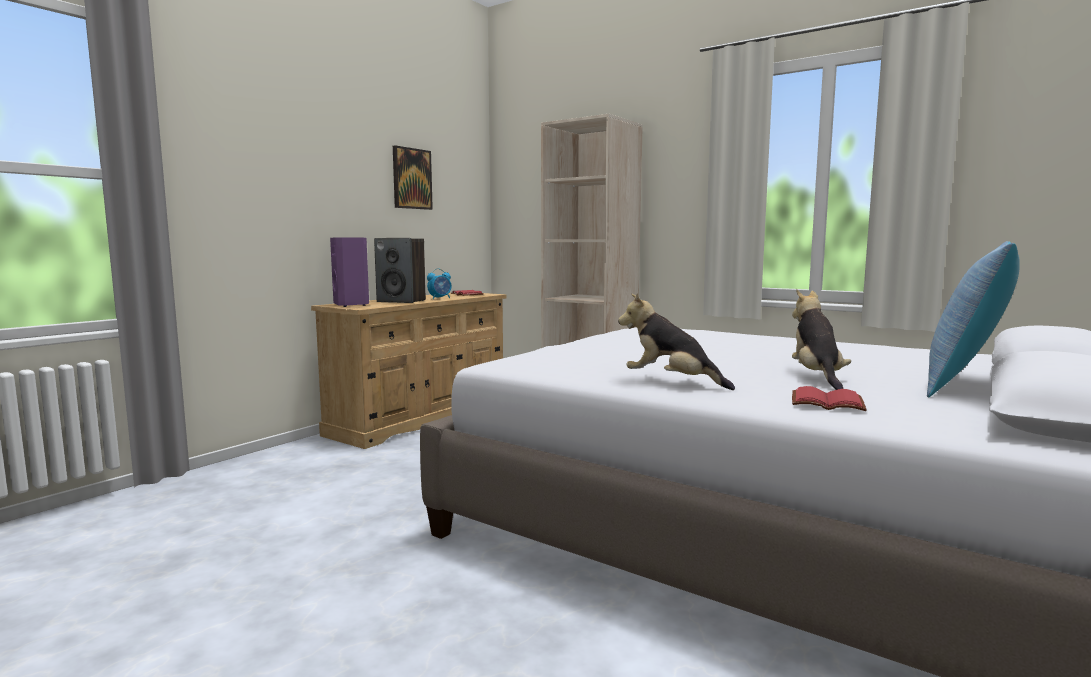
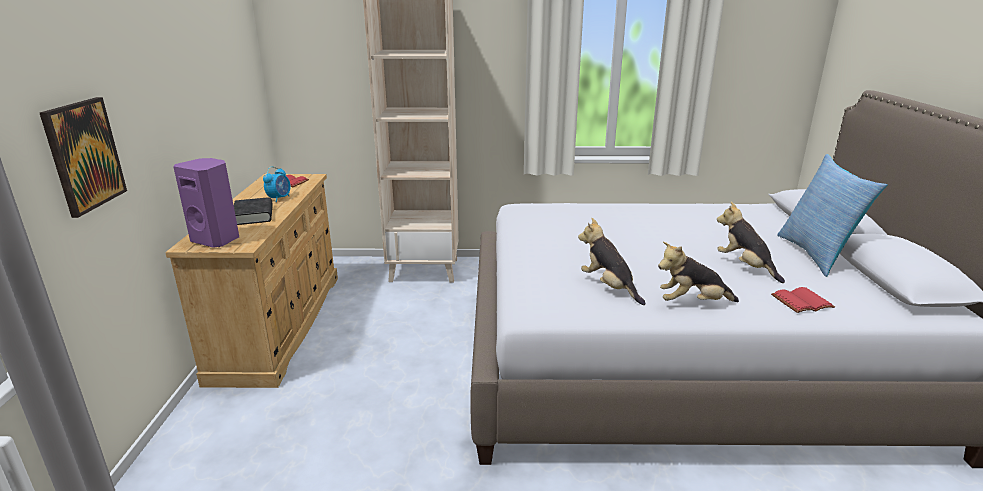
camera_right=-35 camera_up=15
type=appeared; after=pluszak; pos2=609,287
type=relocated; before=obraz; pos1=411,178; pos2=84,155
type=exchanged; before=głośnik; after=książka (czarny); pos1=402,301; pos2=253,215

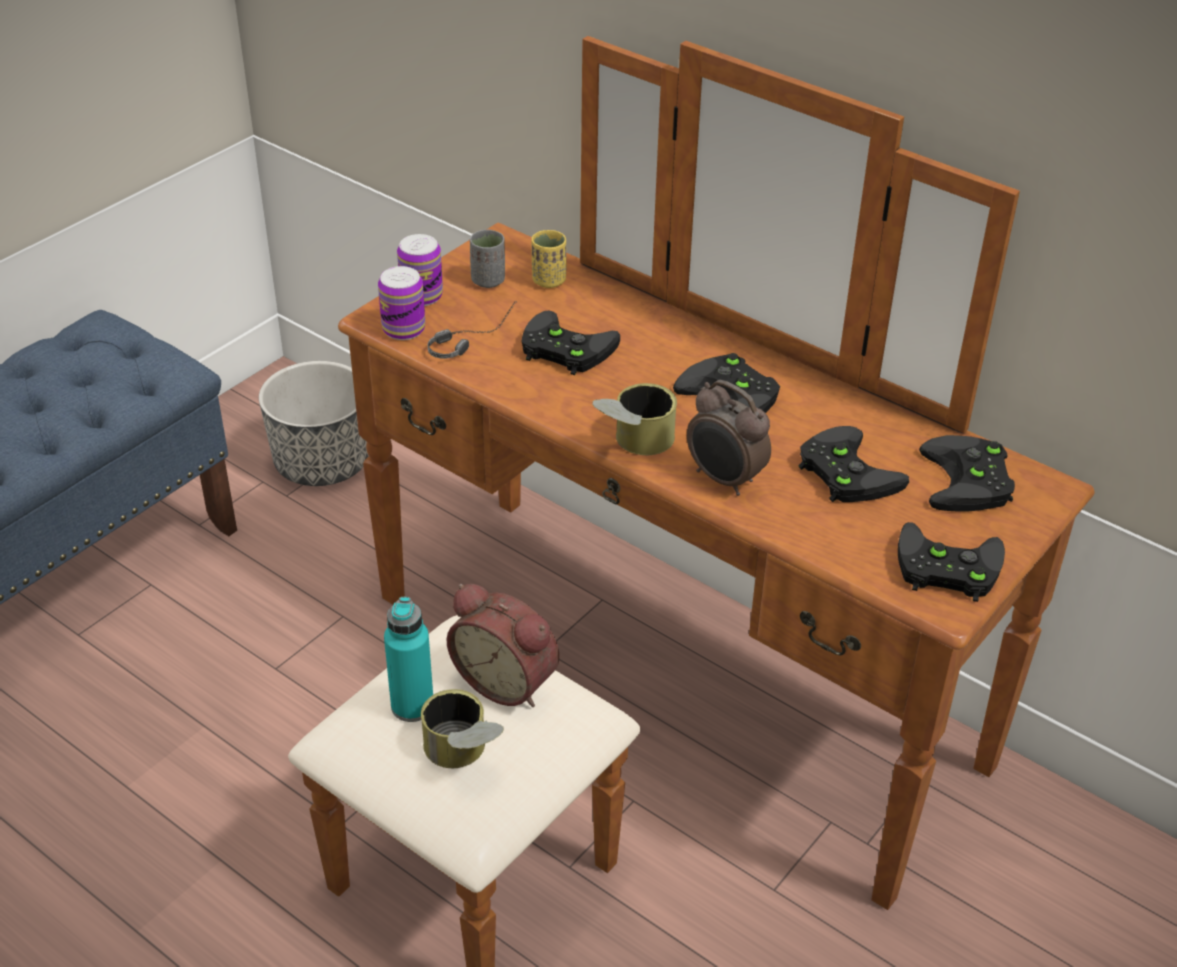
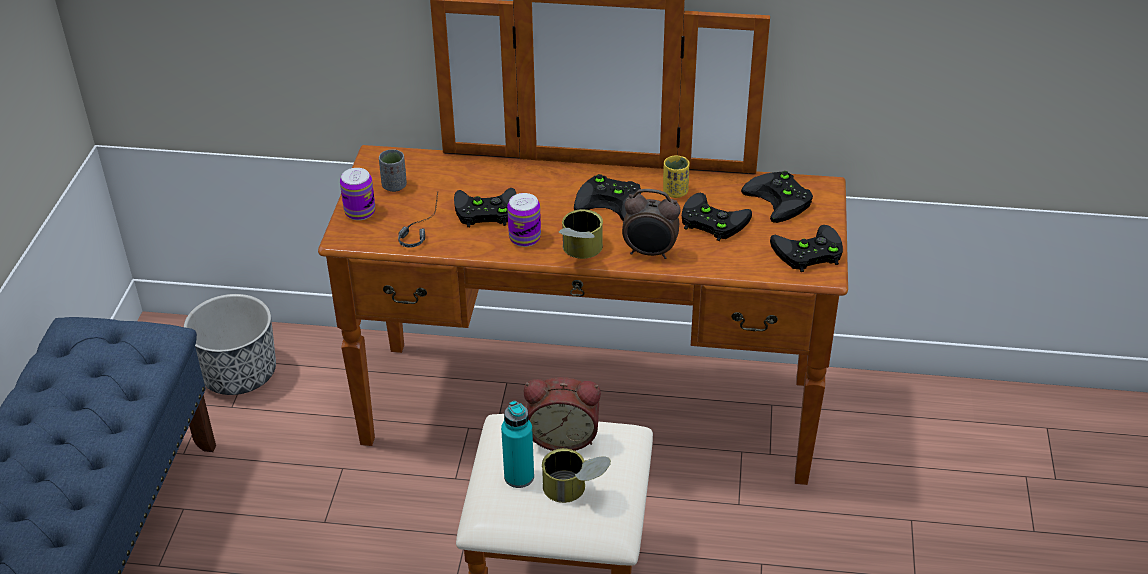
camera_right=-30 camera_up=0
type=relocated; before=puszka; pos1=403,329; pos2=525,238
type=relocated; before=filiżanka (żółty); pos1=549,281; pos2=675,192

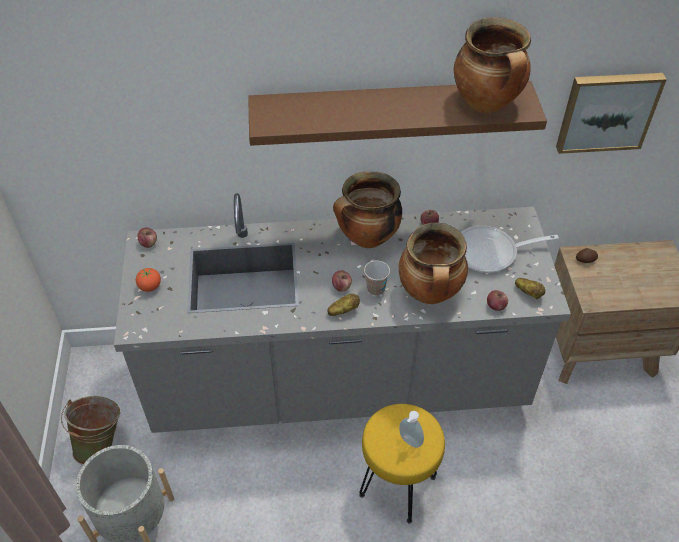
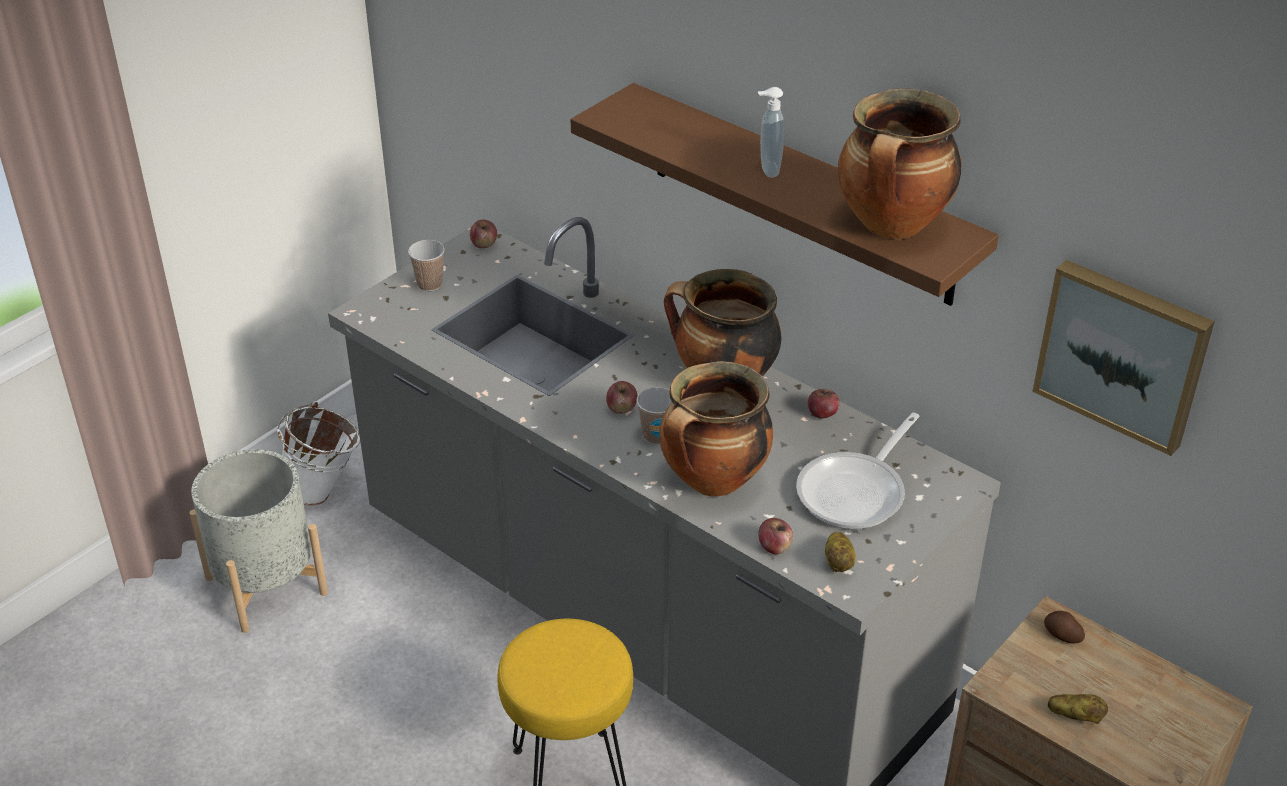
camera_right=45 camera_up=-10
type=relocated; before=ziemniak; pos1=343,310; pos2=1075,716
type=relocated; before=dozownik mydła; pos1=409,442; pos2=767,170
type=exchanged; before=pomidor; after=filiżanka; pos1=150,287; pos2=430,284
type=colour; before=wiadro (zielony); after=wiadro (biały); pos1=102,444; pos2=324,491
type=spun; before=patelnia; pos1=491,253; pos2=856,492; turn=-90

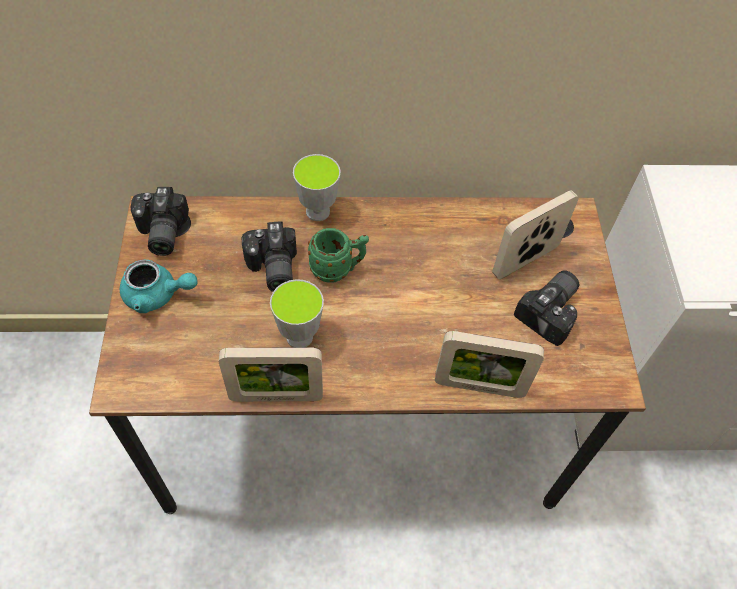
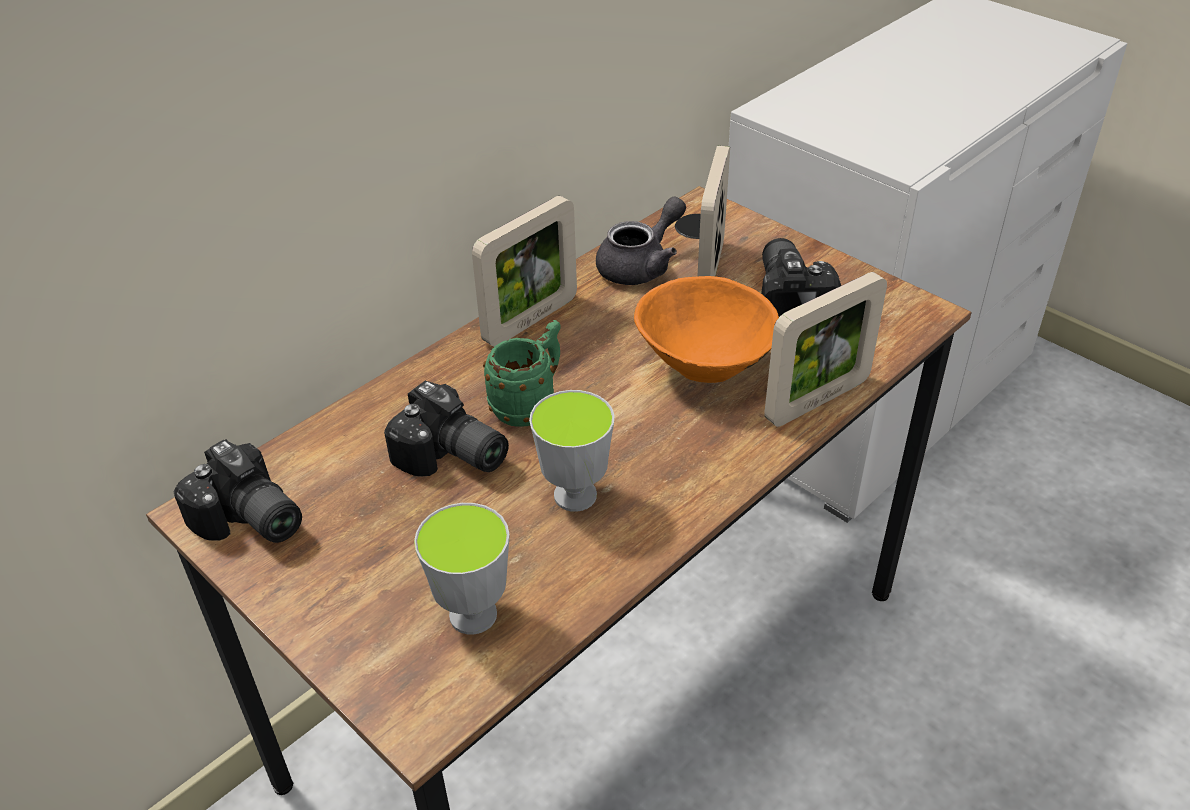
camera_right=-40 camera_up=-15
type=missing; before=imbryk (turkusowy); pos1=157,295
type=appeared; after=imbryk (szary); pos2=641,265
type=appeared; after=miska (pomarańczowy); pos2=703,365
type=relocated; before=ramka na zdjęcie; pos1=276,396; pos2=530,320
type=relocated; before=filiżanka; pos1=317,211; pos2=473,615

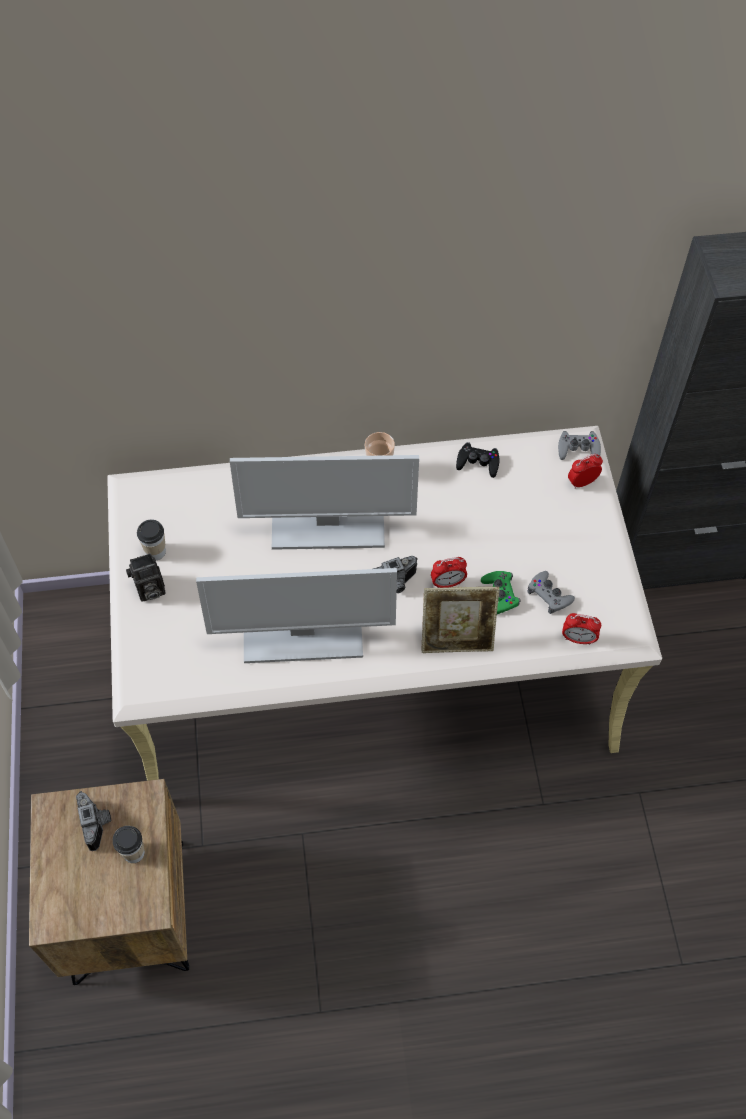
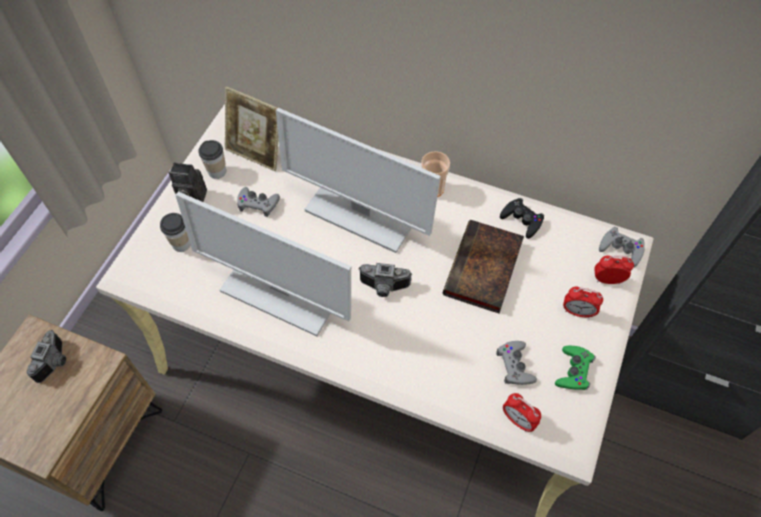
camera_right=30 camera_up=0
type=appeared; after=pad do gier (szary); pos2=258,204
type=appeared; after=książka; pos2=483,271
type=relocated; before=filiżanka; pos1=133,852; pos2=181,243
type=relocated; before=ramka na zdjęcie; pos1=457,639; pos2=256,152
type=relocated; before=budzik; pos1=447,583; pos2=577,312
type=relocated; before=pad do gier (zielony); pos1=500,595; pos2=574,370

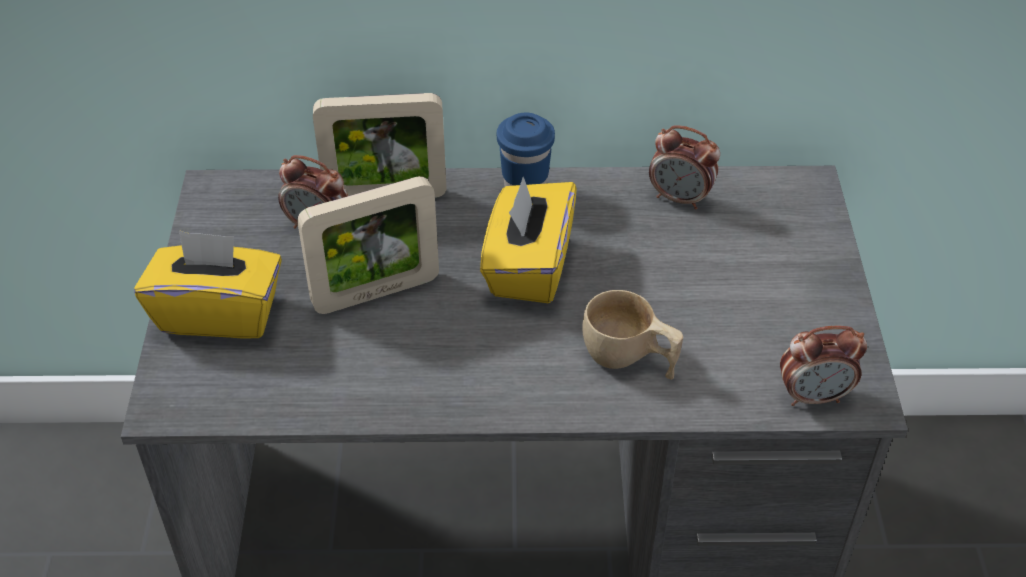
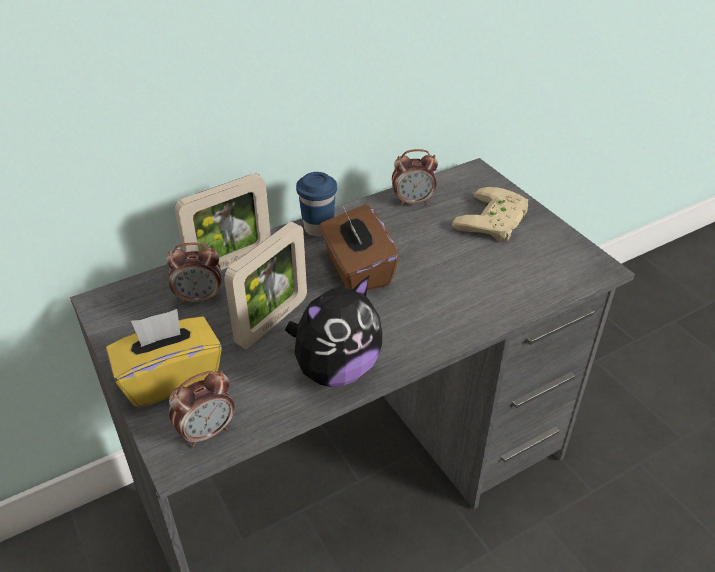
camera_right=-30 camera_up=-5
type=missing; before=filiżanka (beżowy); pos1=629,359
type=appeared; after=pluszak; pos2=336,370
type=appeared; after=pad do gier (beżowy); pos2=496,221
type=relocated; before=budzik; pos1=813,396; pos2=207,432
type=colour; before=pudełko chusteczek (żółty); after=pudełko chusteczek (brązowy); pos1=528,266; pos2=357,270

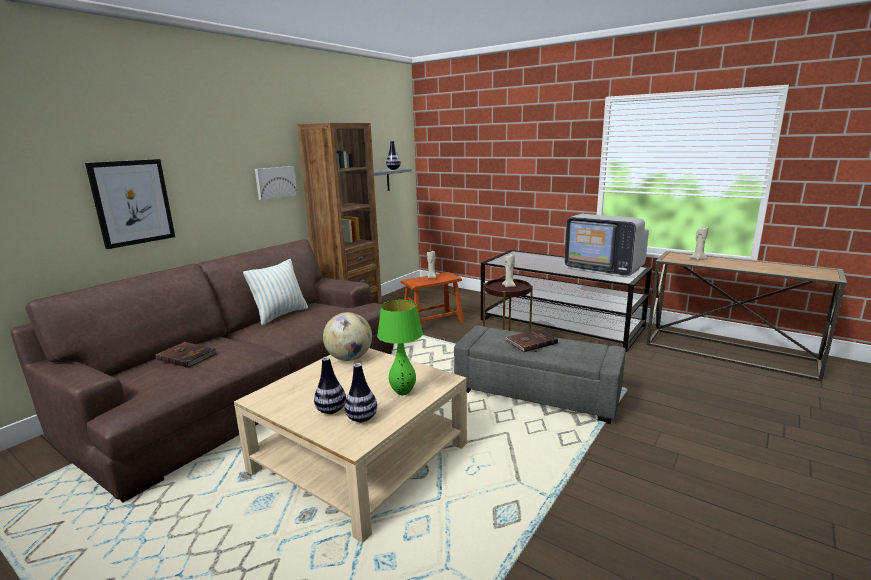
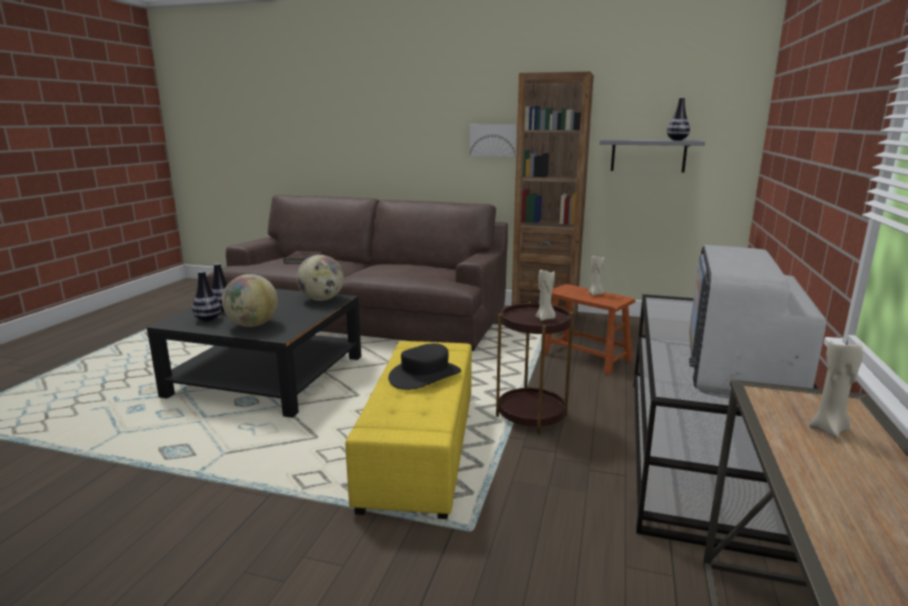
camera_right=70 camera_up=0
type=missing; before=obraz; pos1=132,202
type=missing; before=poduszka; pos1=280,315
type=exchanged; before=lampa stołowa (zielony); after=globus; pos1=403,392; pos2=252,325
type=exchanged; before=książka (brązowy); after=kapelusz (czarny); pos1=530,342; pos2=425,375
type=colour; before=ława (beżowy); after=ława (czarny); pos1=360,457; pos2=268,376
type=colour; before=pufa (szary); after=pufa (żółty); pos1=536,393; pos2=421,449

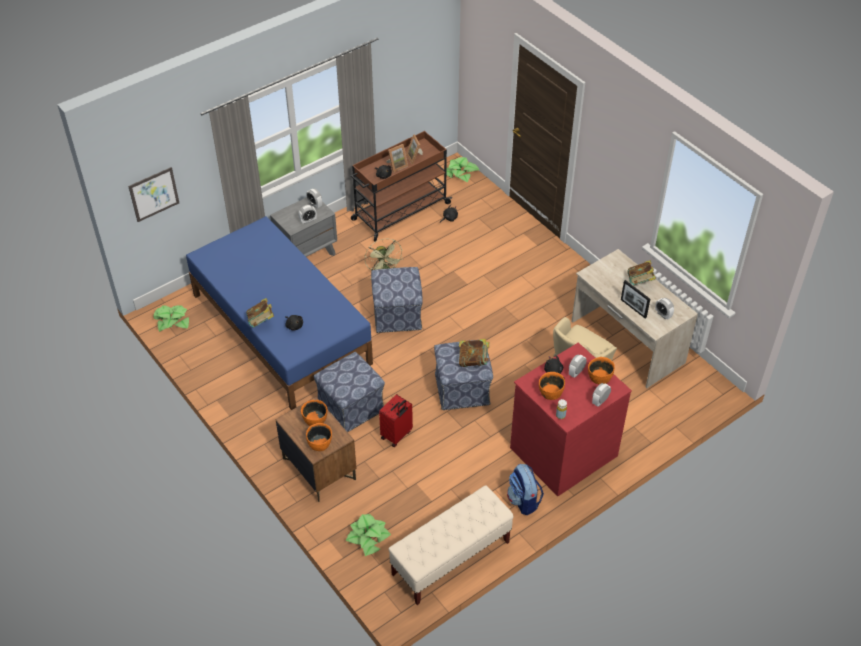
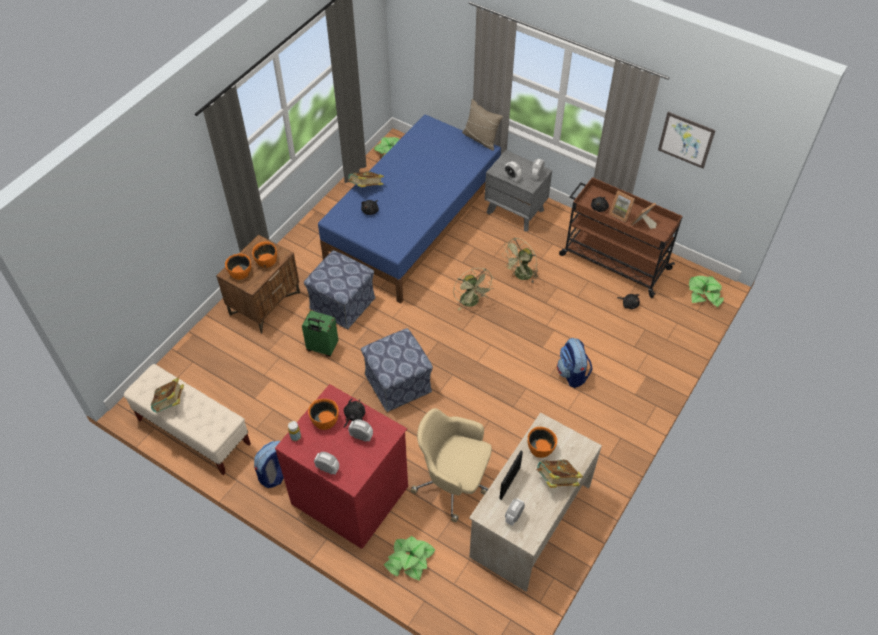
camera_right=70 camera_up=5
type=appeared; after=poduszka (beżowy); pos2=481,139
type=appeared; after=plecak; pos2=572,374
type=relocated; before=obraz; pos1=154,194; pos2=686,140
type=relocated; before=roślina doniczkowa; pos1=368,537; pos2=409,560
type=relocated; before=książka; pos1=473,361; pos2=170,403
type=relocated; before=miska (pomarańczowy); pos1=599,377; pos2=540,447
type=exchanged; before=pufa; after=wentylator (zielony); pos1=397,314; pos2=472,302
type=colour; before=walizka (czerwony); after=walizka (zielony); pos1=397,435; pos2=322,348

